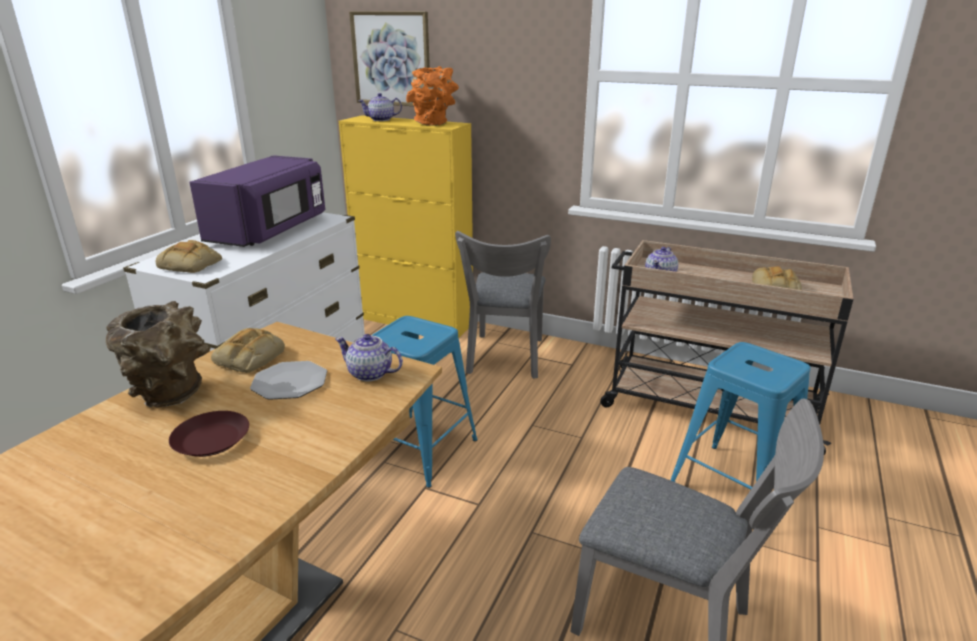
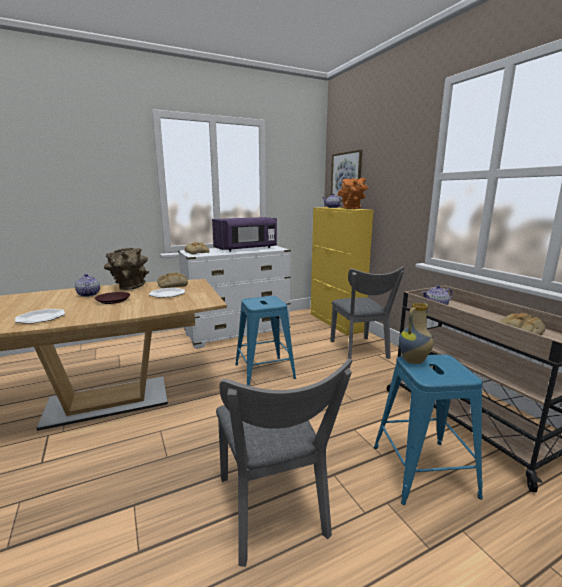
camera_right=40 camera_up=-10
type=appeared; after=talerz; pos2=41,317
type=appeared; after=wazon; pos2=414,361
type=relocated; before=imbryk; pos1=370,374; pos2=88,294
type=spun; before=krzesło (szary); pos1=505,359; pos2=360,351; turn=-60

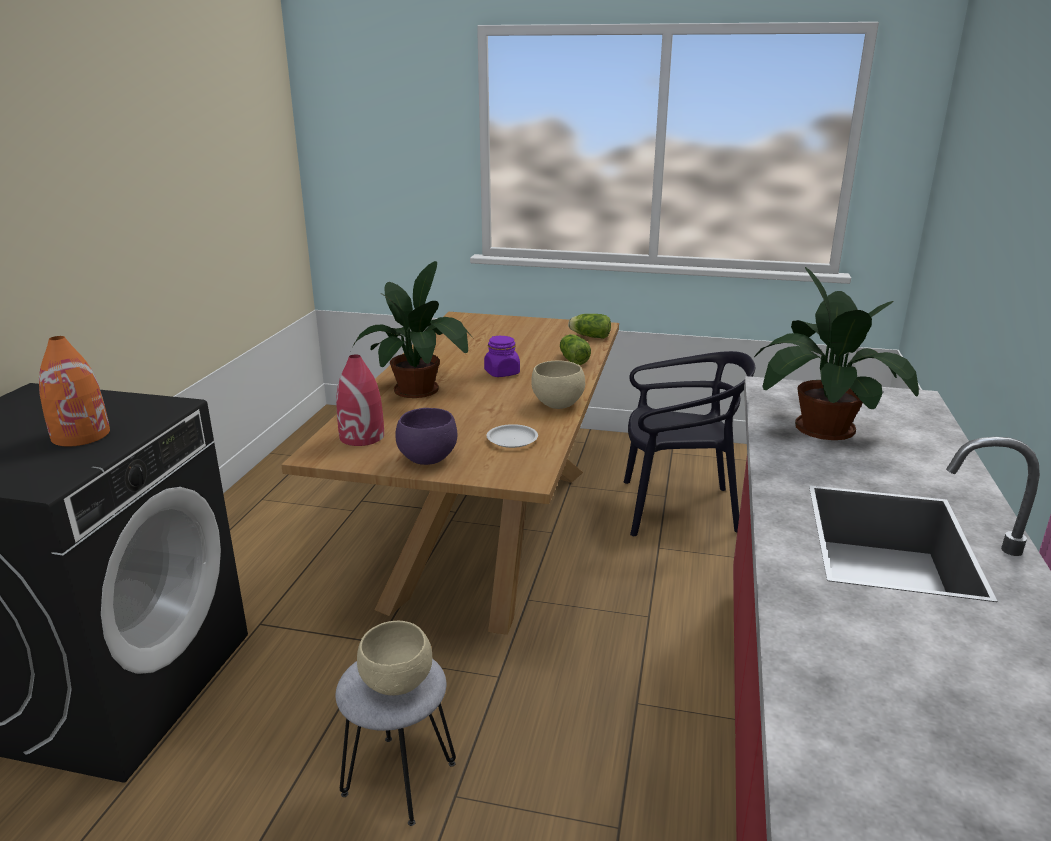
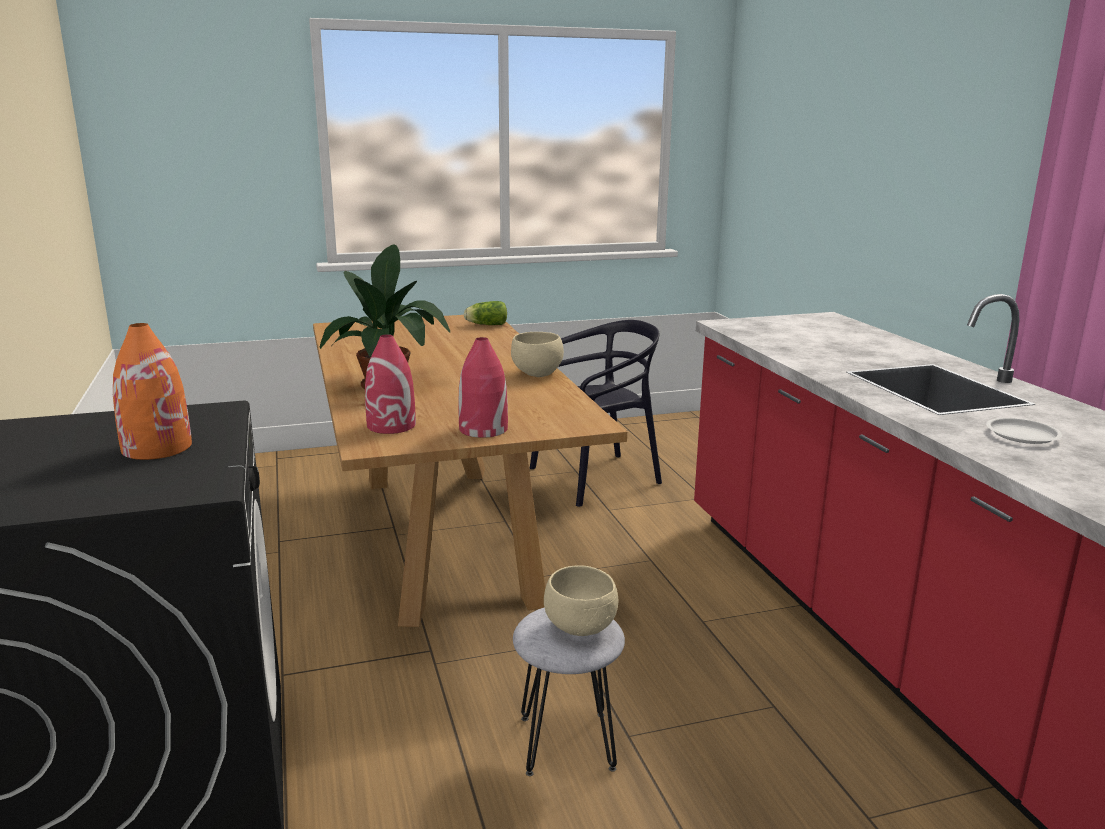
camera_right=-30 camera_up=-5
type=missing; before=słoik (fioletowy); pos1=502,373
type=missing; before=sałata; pos1=572,359
type=missing; before=roślina doniczkowa; pos1=819,426
type=relocated; before=talerz (biały); pos1=512,439; pos2=1022,435
type=exchanged; before=miska (fioletowy); after=wazon (czerwony); pos1=426,459; pos2=483,429

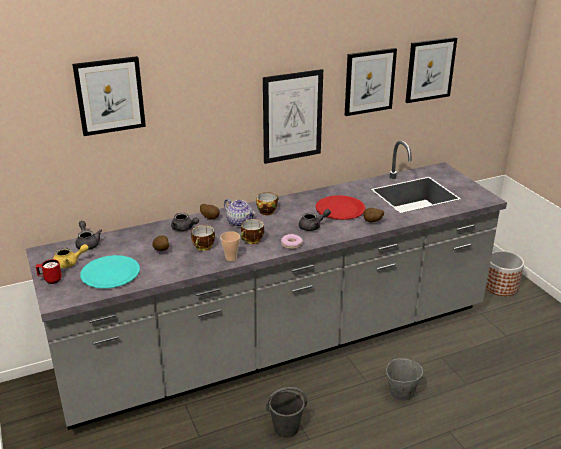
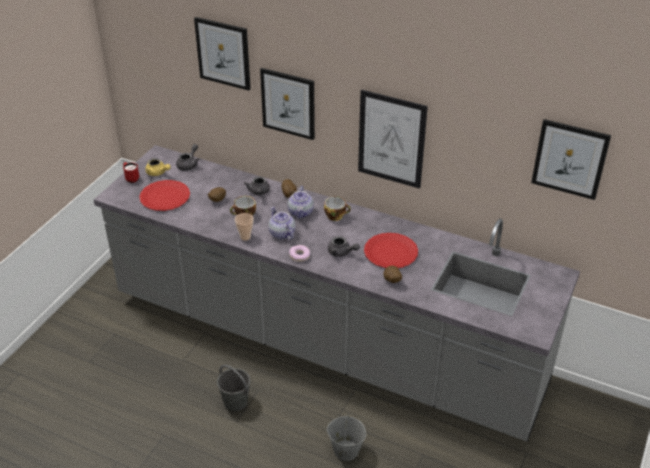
camera_right=50 camera_up=10
type=missing; before=donica; pos1=500,286
type=relocated; before=obraz; pos1=369,81; pos2=288,103
type=exchanged; before=filiżanka; after=imbryk; pos1=252,240; pos2=281,233
type=colour; before=talerz (turkusowy); after=talerz (czerwony); pos1=110,273; pos2=164,197

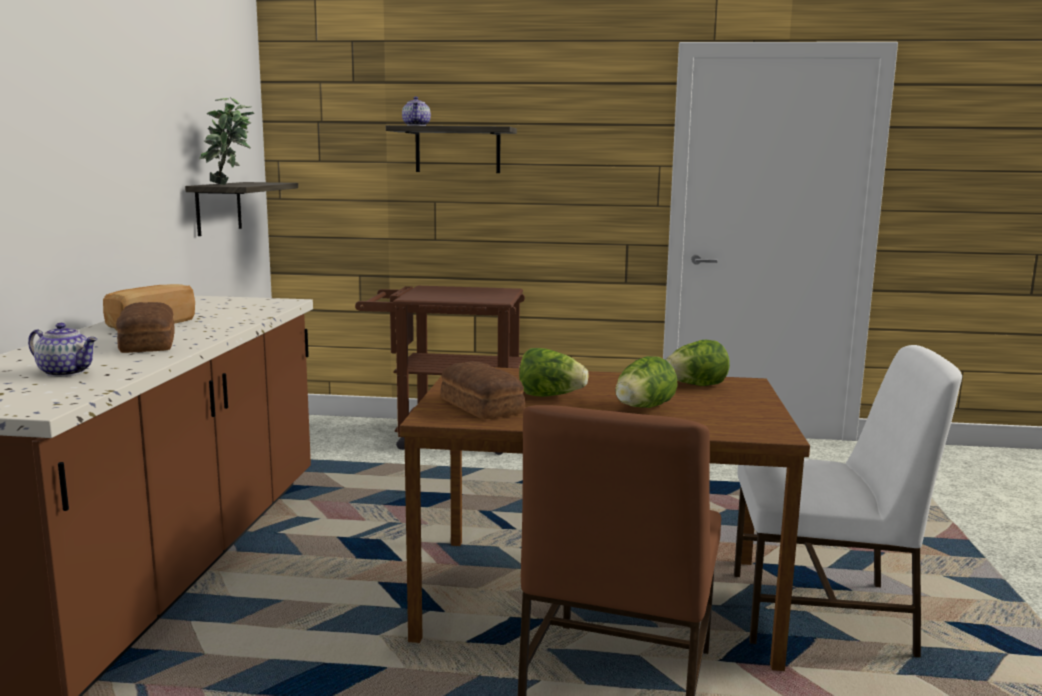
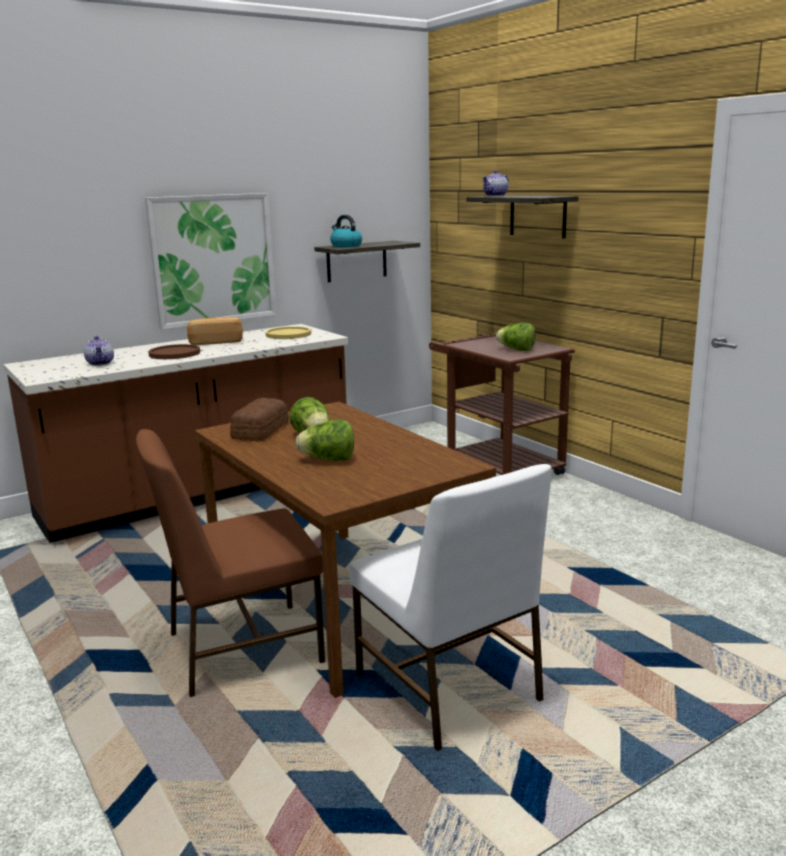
camera_right=50 camera_up=5
type=appeared; after=obraz; pos2=213,259
type=appeared; after=talerz (żółty); pos2=288,334
type=relocated; before=sałata; pos1=695,386; pos2=516,349
type=exchanged; before=chleb; after=talerz (brązowy); pos1=146,344; pos2=174,353
type=exchanged; before=roślina doniczkowa; after=czajnik; pos1=229,184; pos2=345,246

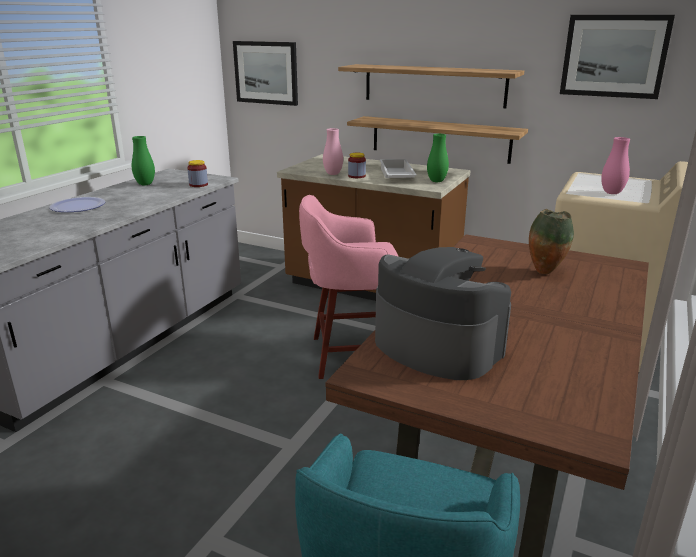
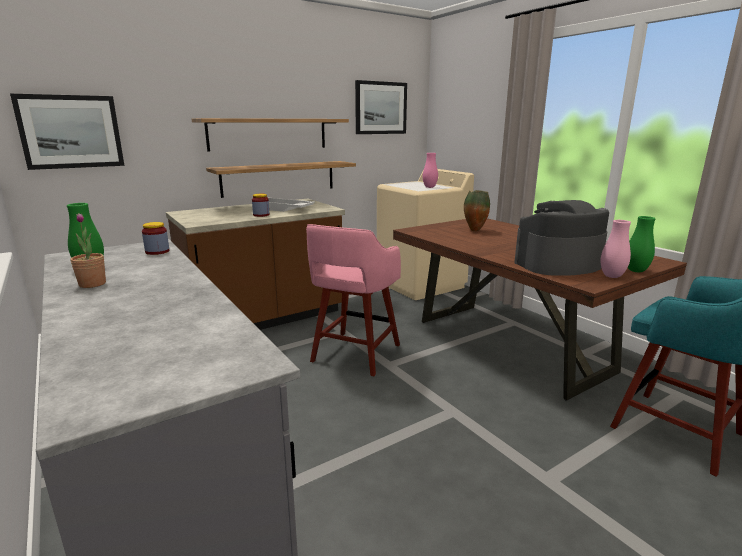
camera_right=-60 camera_up=-5
type=missing; before=talerz; pos1=78,206
type=appeared; after=roślina doniczkowa; pos2=92,284
type=relocated; before=wazon (różowy); pos1=333,174; pos2=612,276
type=relocated; before=wazon (zielony); pos1=436,181; pos2=636,271

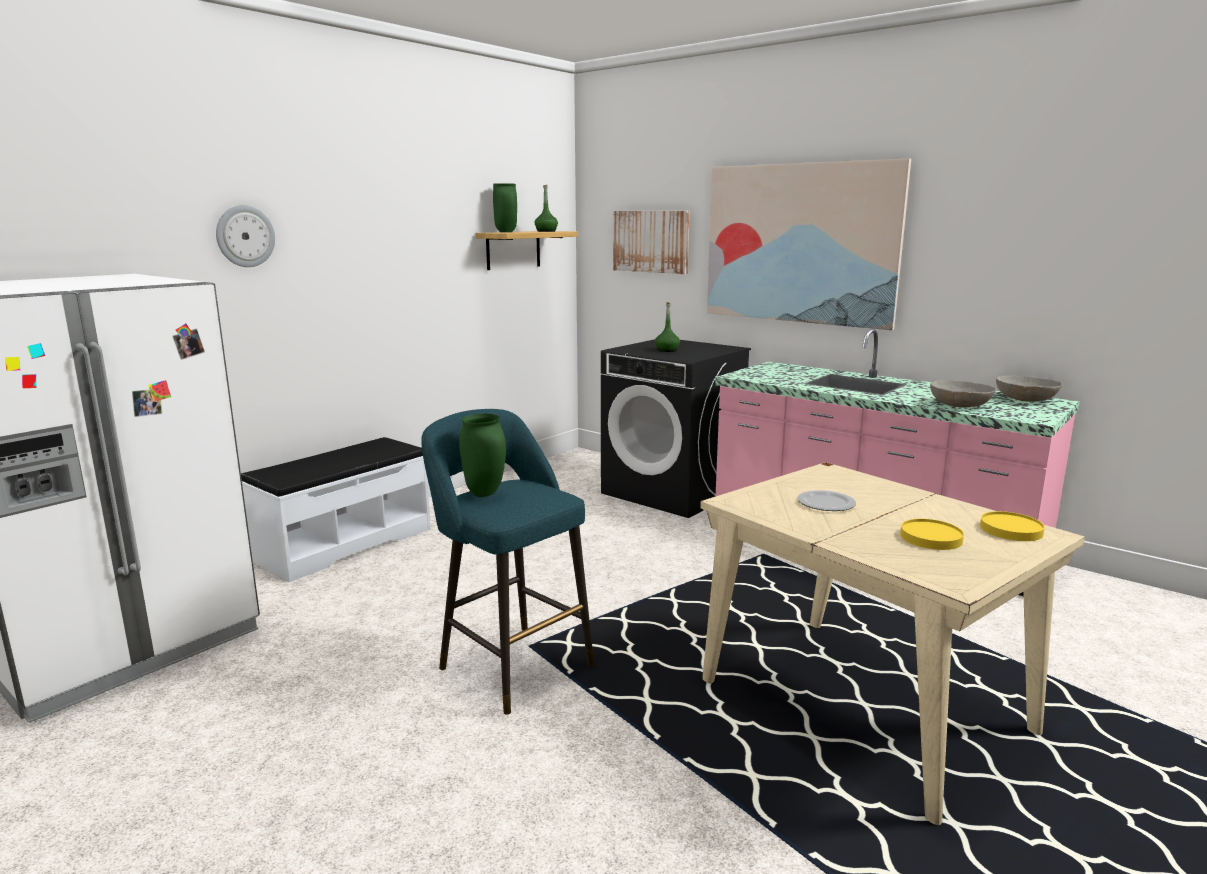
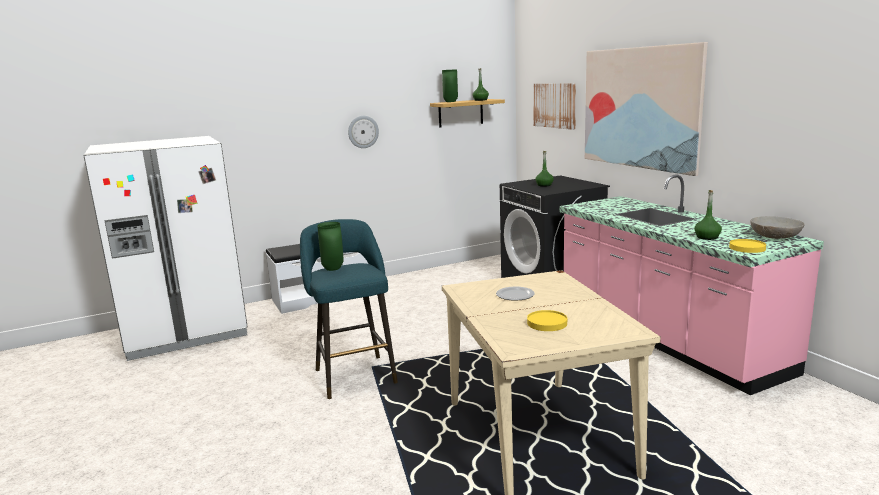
camera_right=25 camera_up=0
type=relocated; before=zegar ścienny; pos1=245,236; pos2=363,131
type=relocated; before=talerz (żółty); pos1=1011,529; pos2=747,248
type=exchanged; before=miska (szary); after=butelka (zielony); pos1=960,405; pos2=707,237

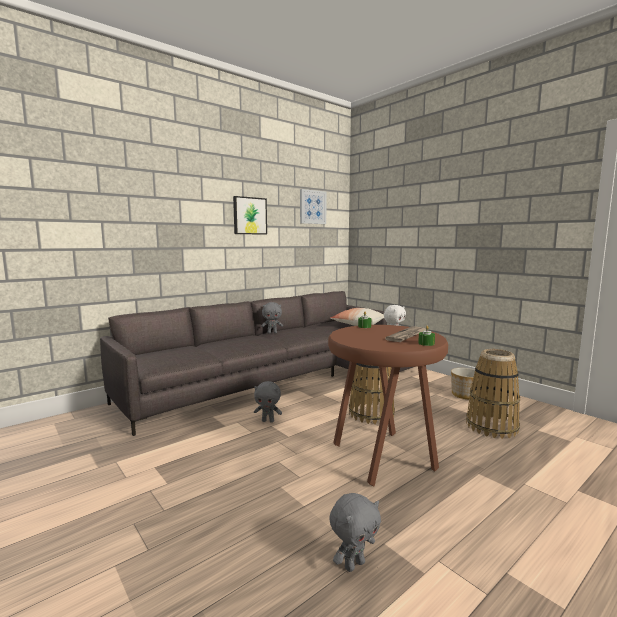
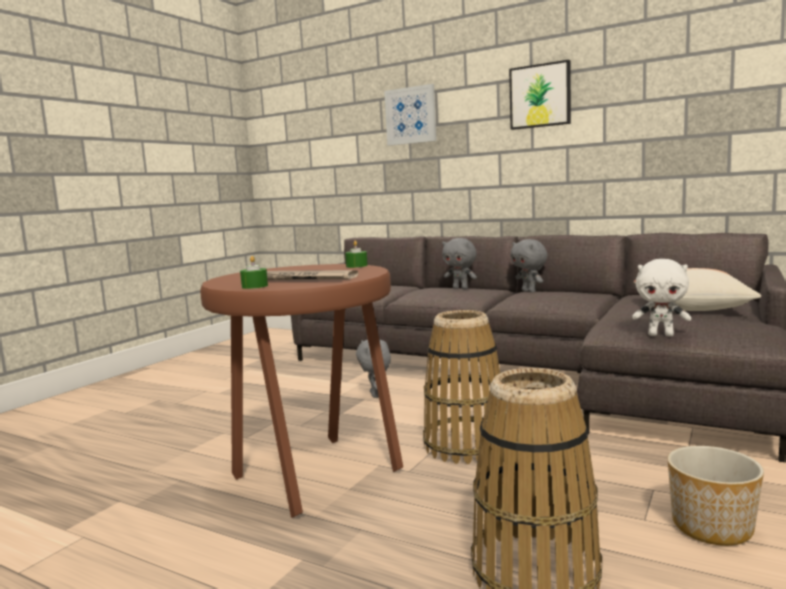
camera_right=70 camera_up=0
type=relocated; before=obraz; pos1=312,207; pos2=411,115
type=relocated; before=pluszak (szary); pos1=354,564; pos2=460,288

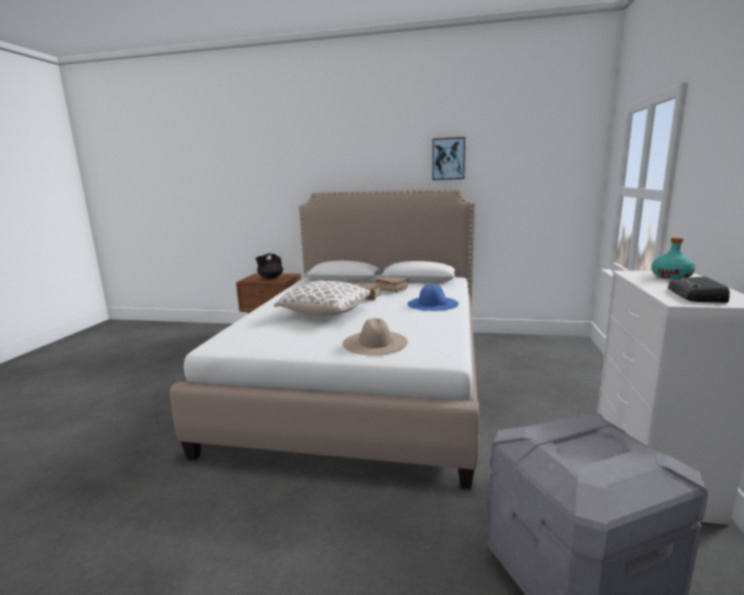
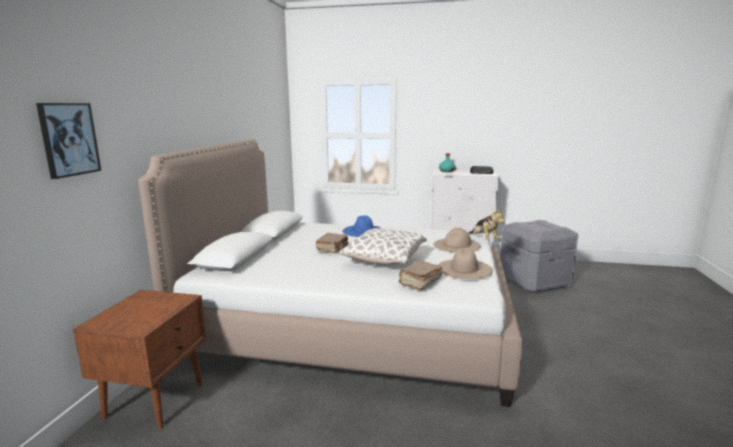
camera_right=-90 camera_up=0
type=missing; before=imbryk (czarny); pos1=270,278
type=appeared; after=kapelusz (beżowy); pos2=464,268
type=appeared; after=pluszak; pos2=484,239
type=relocated; before=książka (brązowy); pos1=391,289; pos2=420,282
type=relocated; before=obraz; pos1=448,159; pos2=68,139

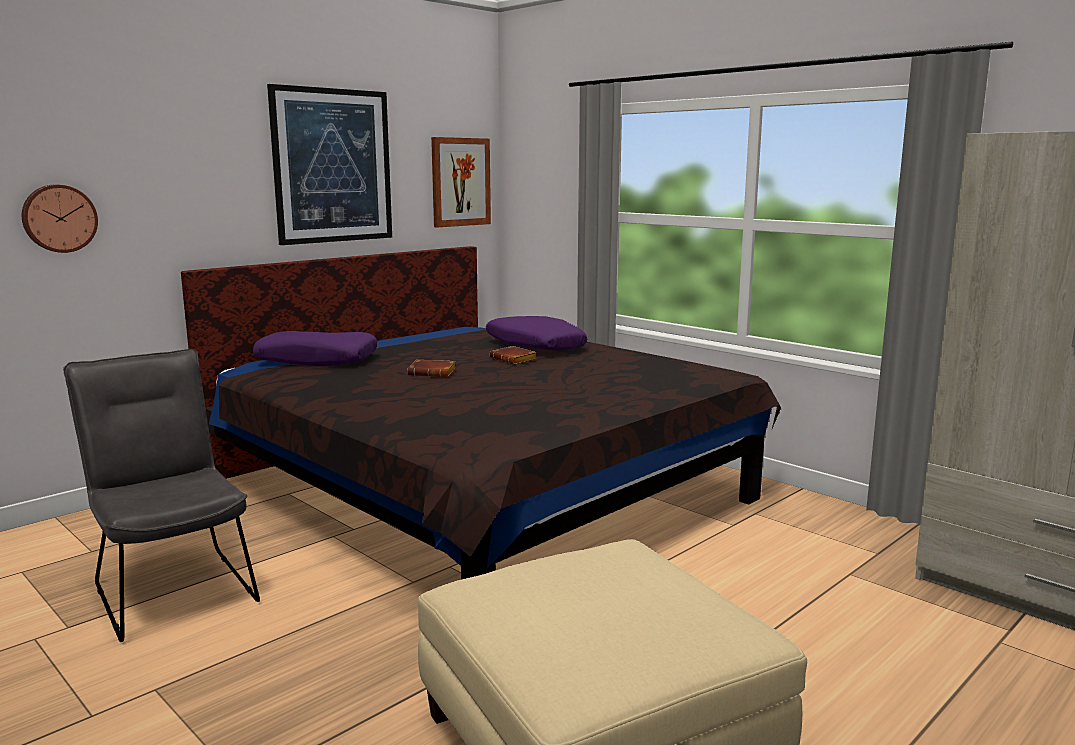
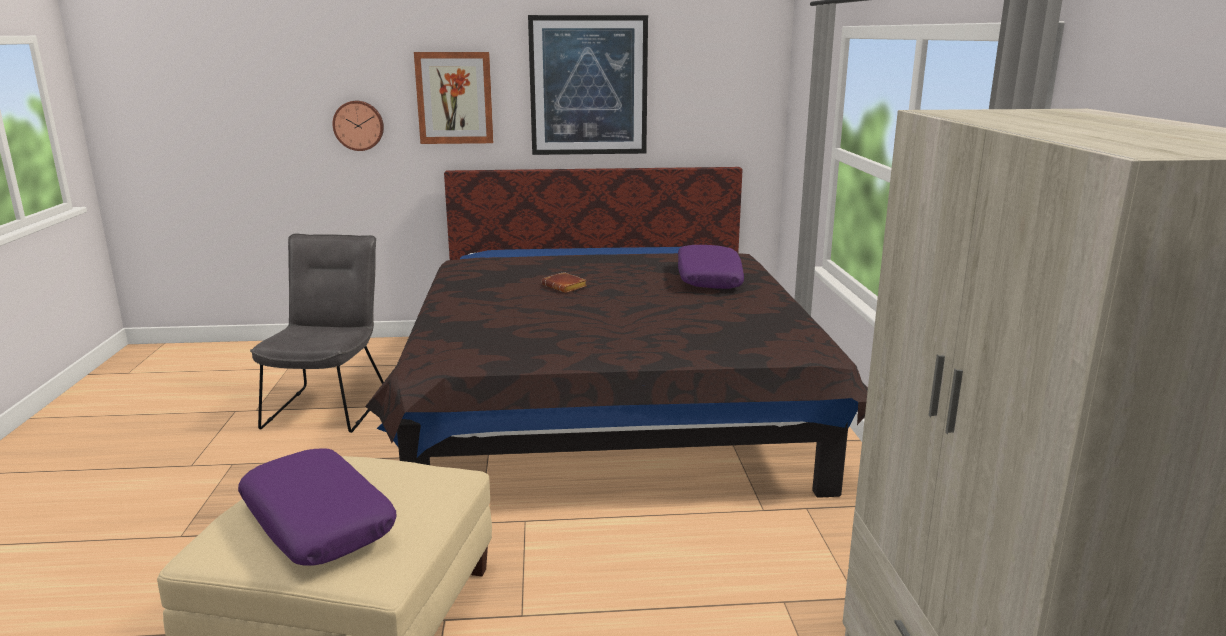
camera_right=40 camera_up=5
type=missing; before=książka (brązowy); pos1=515,360
type=relocated; before=poduszka (fioletowy); pos1=317,360; pos2=319,521
type=relocated; before=obraz; pos1=460,182; pos2=454,98

